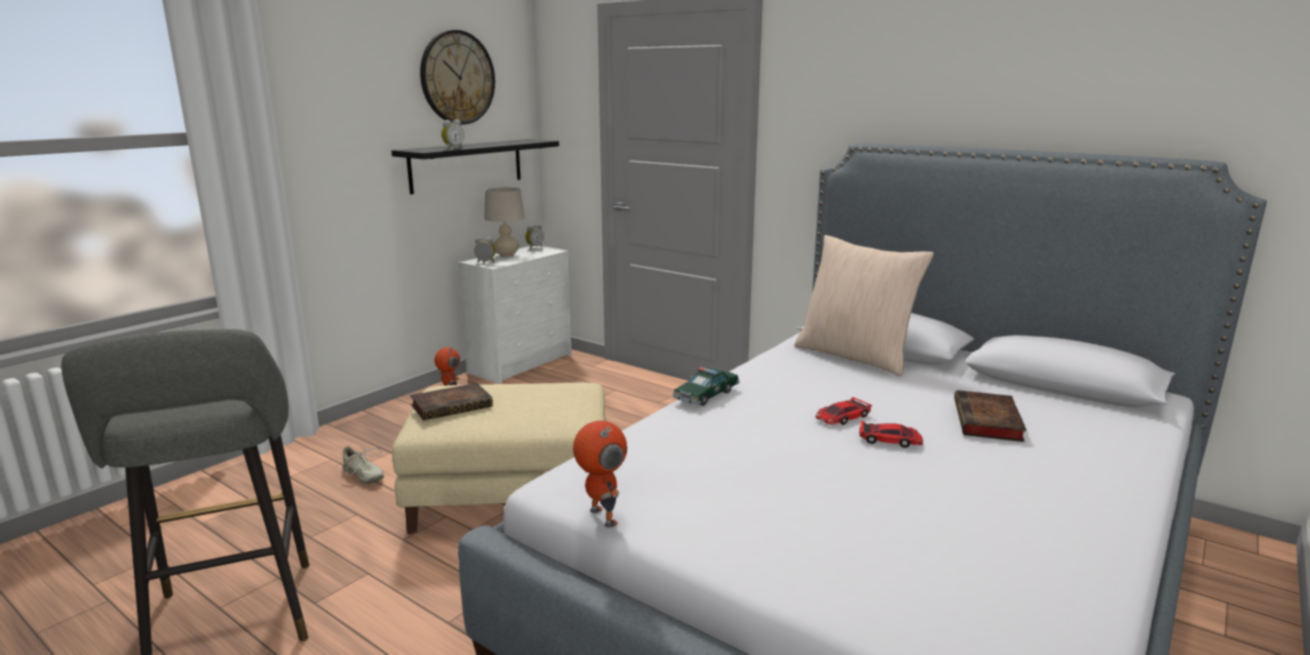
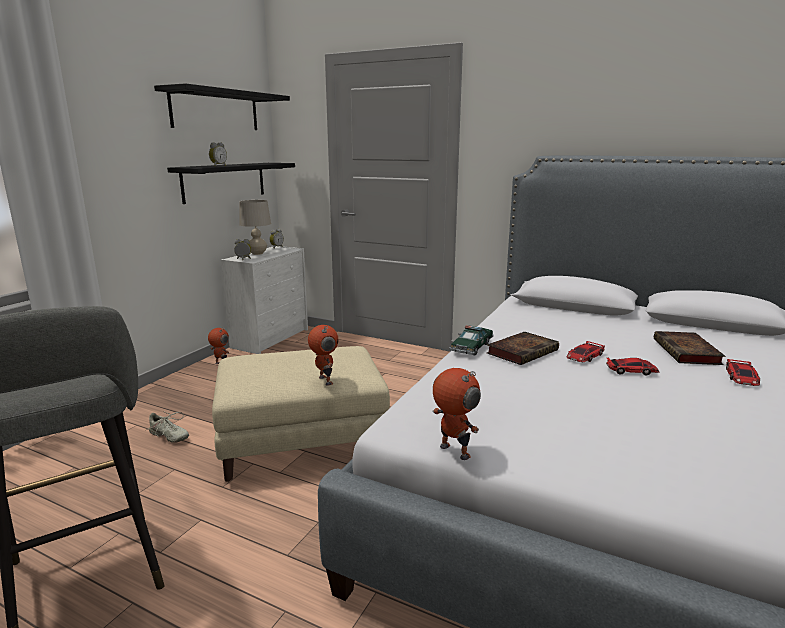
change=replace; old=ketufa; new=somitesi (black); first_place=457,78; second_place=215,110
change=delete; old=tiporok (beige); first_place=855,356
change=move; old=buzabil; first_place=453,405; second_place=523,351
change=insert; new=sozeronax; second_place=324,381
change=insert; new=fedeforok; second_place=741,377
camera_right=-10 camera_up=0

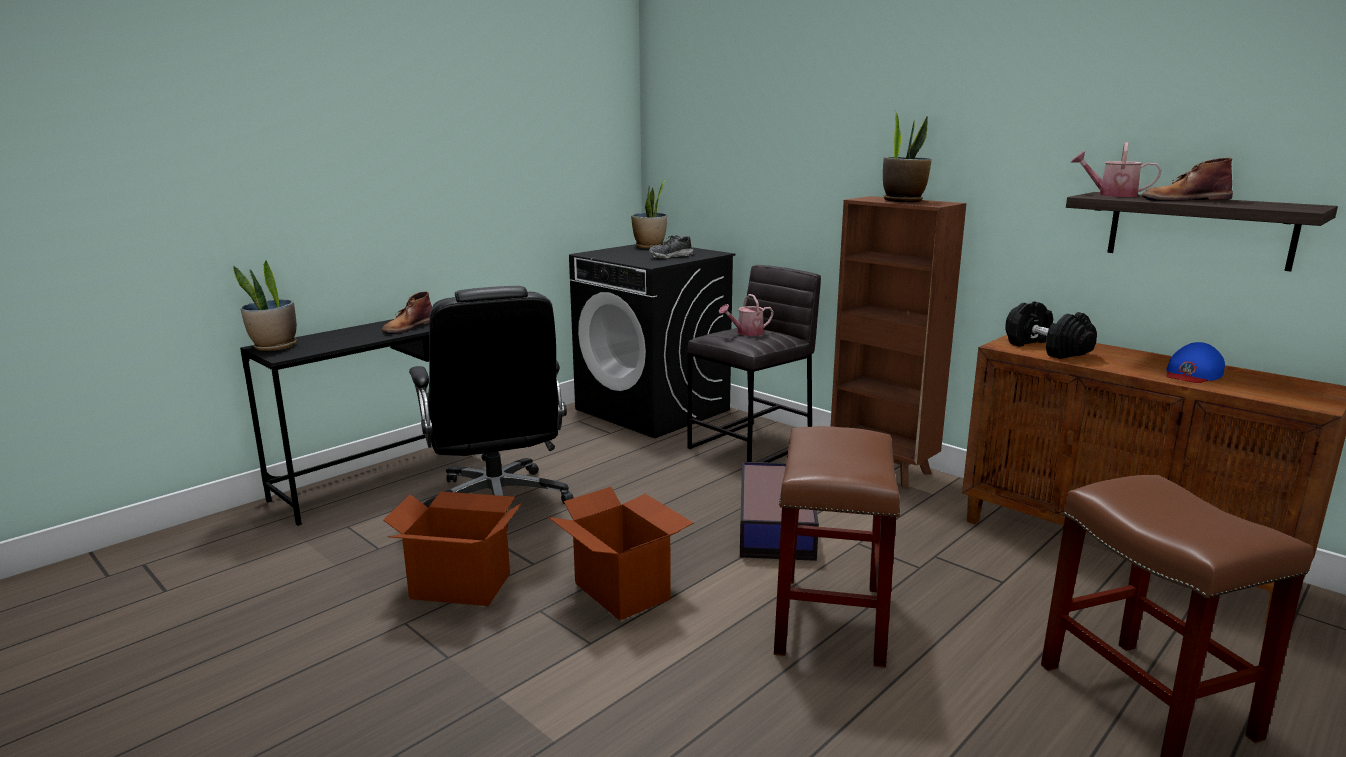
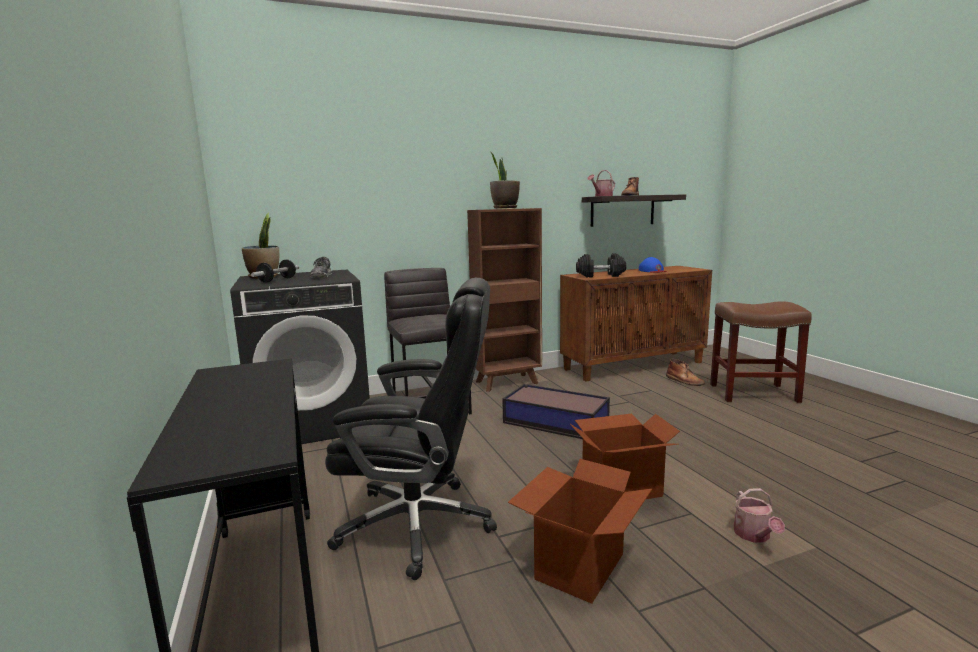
change=delete; old=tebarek; first_place=274,347
change=move; old=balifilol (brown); first_place=408,327; second_place=684,381
change=move; old=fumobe; first_place=746,333; second_place=754,536
change=delete; old=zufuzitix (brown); first_place=831,620
change=insert; new=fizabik; second_place=277,280
camera_right=-65 camera_up=-5

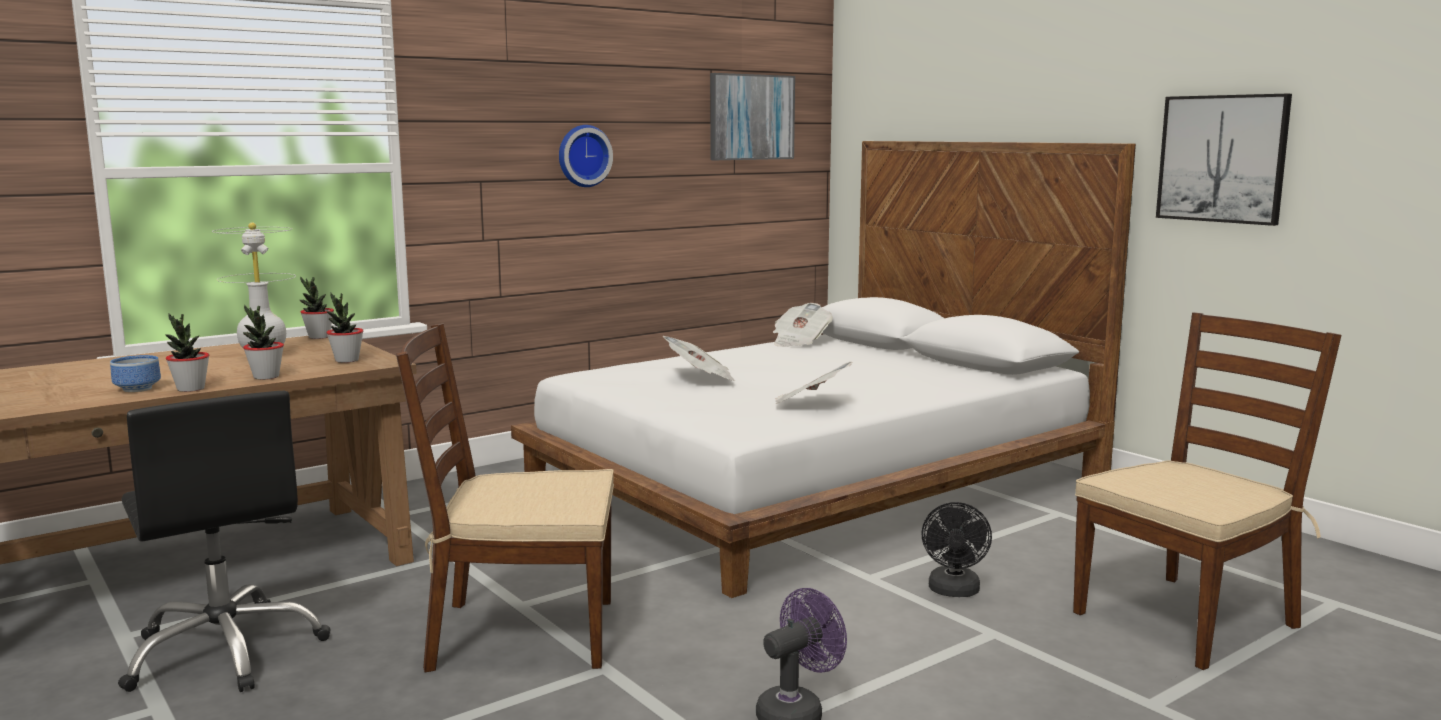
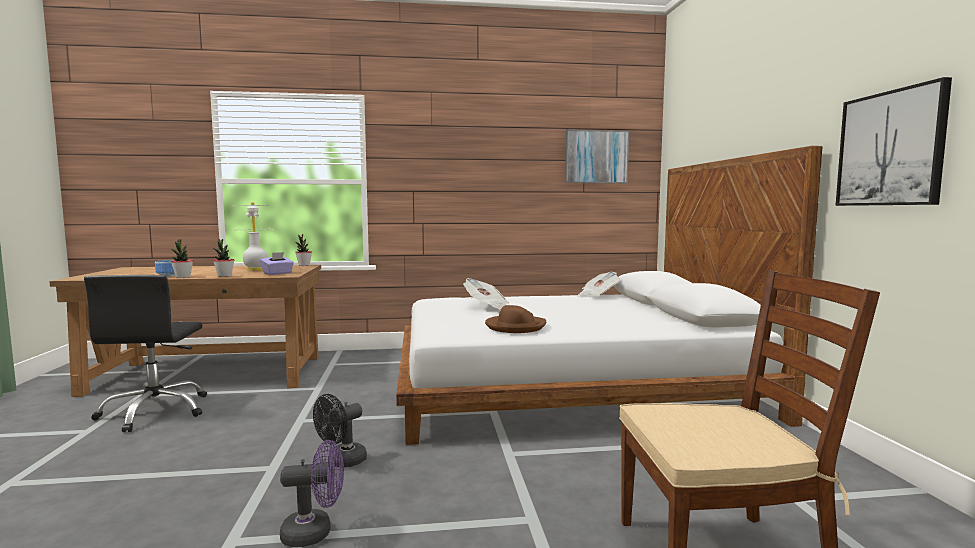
change=delete; old=ketufa; first_place=583,156
change=replace; old=tebarek; new=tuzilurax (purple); first_place=346,360; second_place=277,273
change=delete; old=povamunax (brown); first_place=521,634
change=replace; old=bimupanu; new=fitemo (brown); first_place=809,405; second_place=515,326
change=move; old=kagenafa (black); first_place=954,592; second_place=341,462
camera_right=30 camera_up=-5

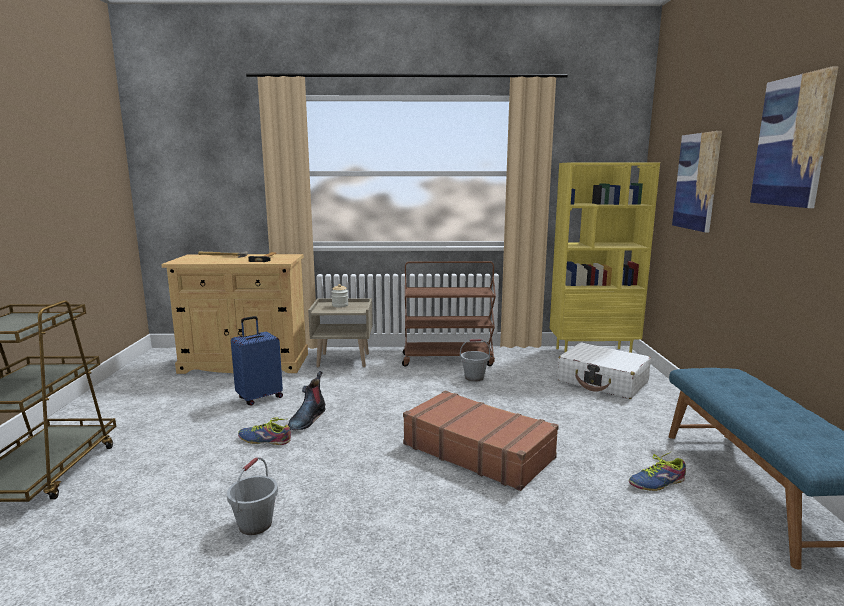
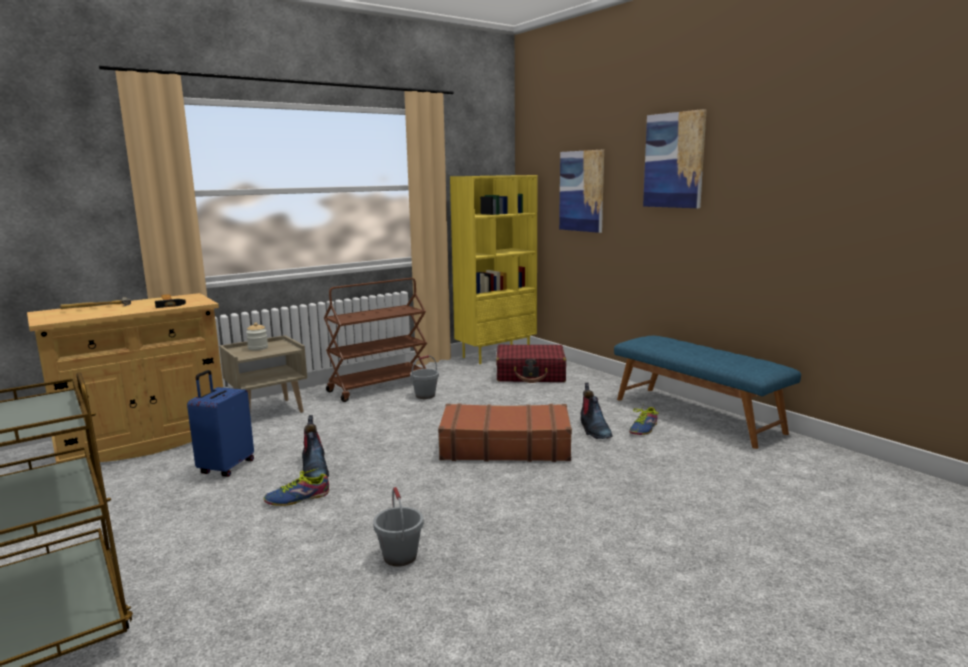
change=recolor; old=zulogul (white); new=zulogul (red); first_place=603,382; second_place=531,374
change=insert; new=balifilol; second_place=594,429
camera_right=-35 camera_up=0

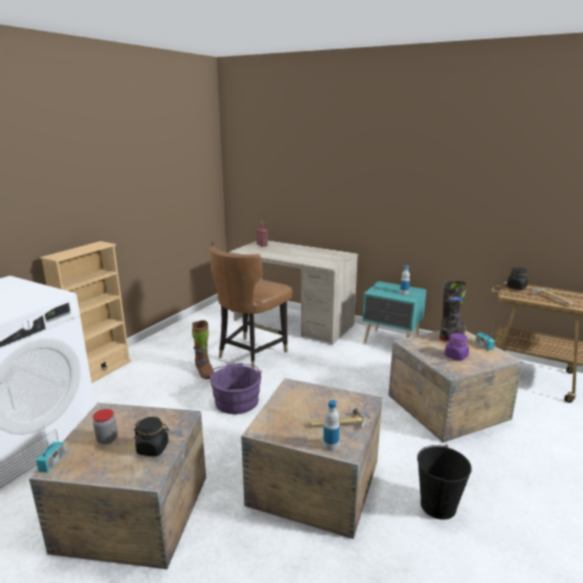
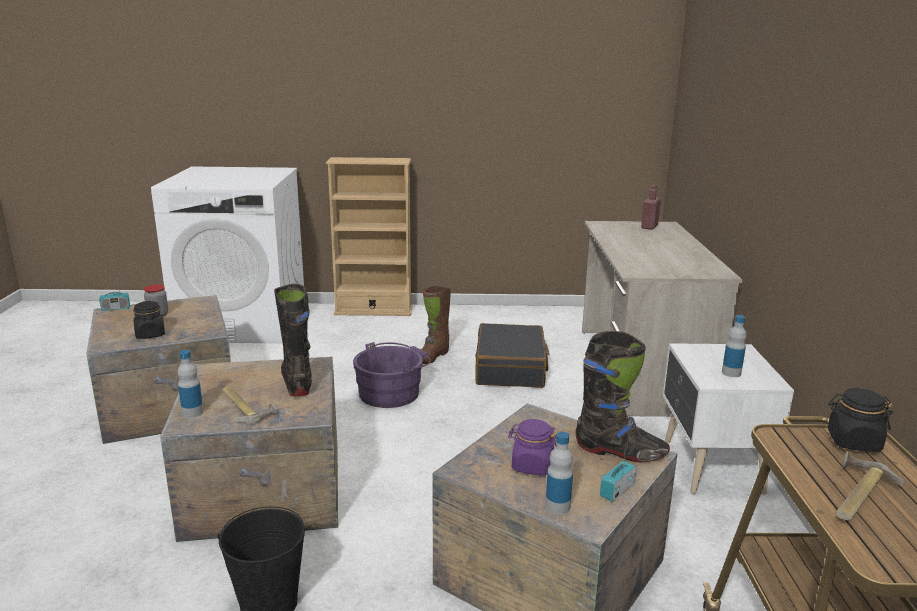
change=replace; old=povamunax (brown); new=zulogul (black); first_place=251,353; second_place=510,368
change=recolor; old=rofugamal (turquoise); new=rofugamal (white); first_place=391,342; second_place=710,467
change=insert; new=balifilol (black); second_place=297,383
change=insert; new=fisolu; second_place=557,506
camera_right=60 camera_up=0

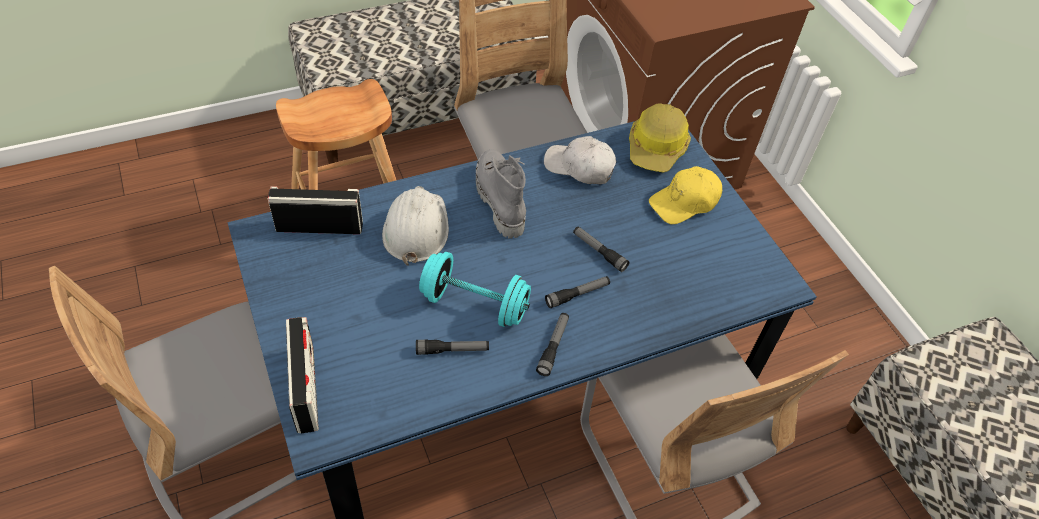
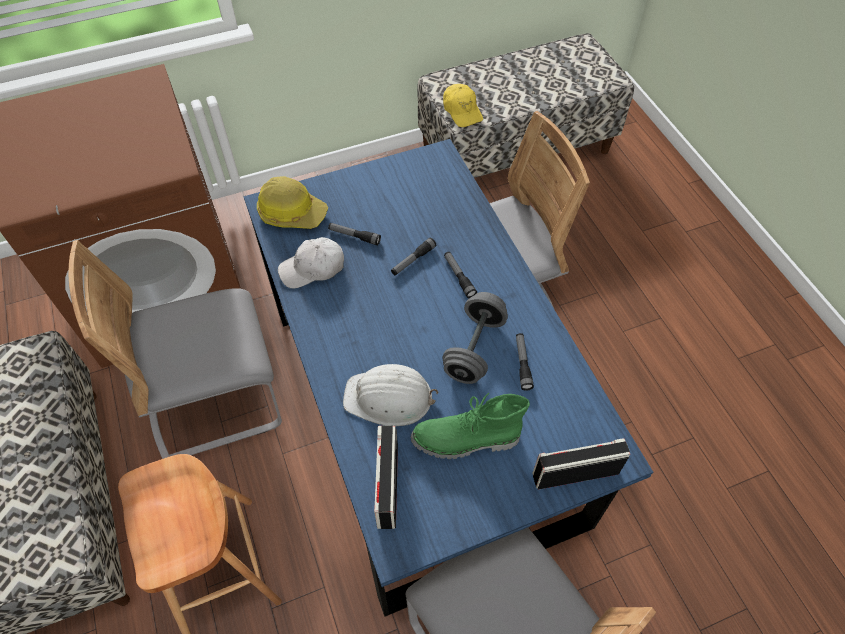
change=rotate; old=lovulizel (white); first_place=579,167; second_place=313,268; degrees=45
change=delete; old=balifilol (grey); first_place=498,200
change=move; old=lovulizel (yellow); first_place=685,202; second_place=462,111
change=recolor; old=fizabik (turquoise); new=fizabik (grey); first_place=474,304; second_place=474,348
change=move; old=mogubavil; first_place=553,347; second_place=354,236
change=insert; new=balifilol (green); second_place=465,441
camera_right=-85 camera_up=5

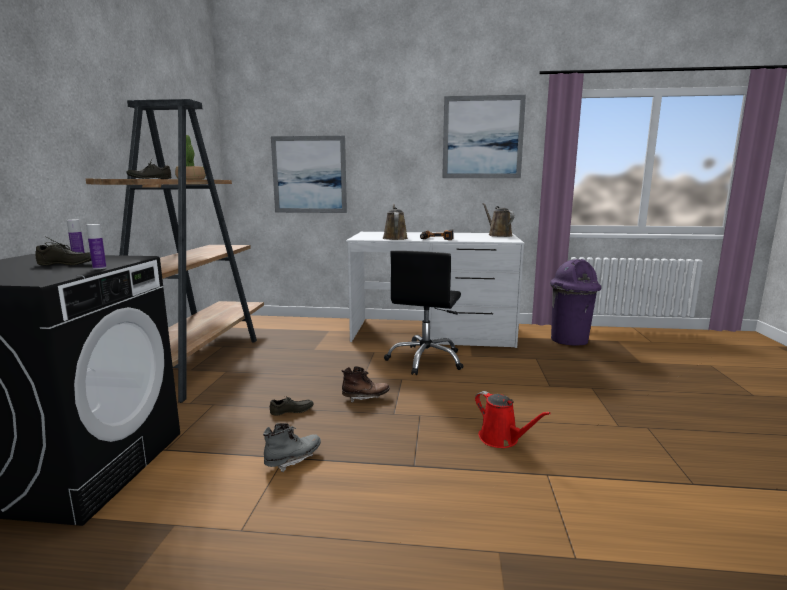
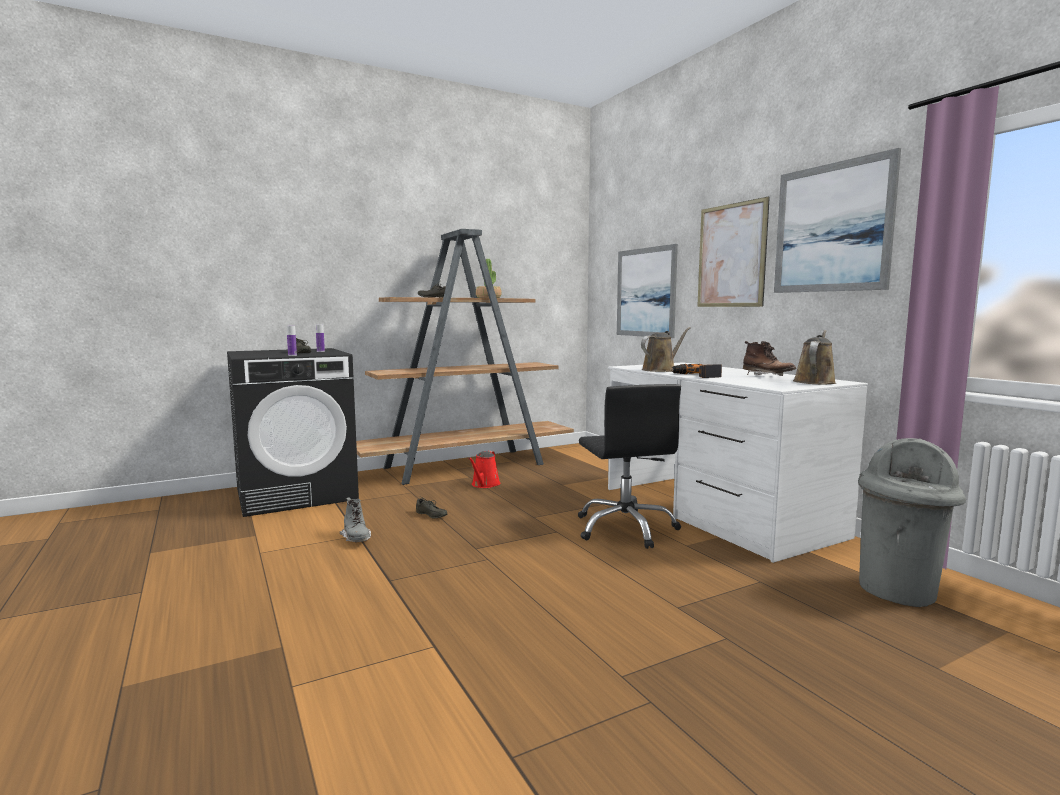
change=rotate; old=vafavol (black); first_place=425,360; second_place=625,528; degrees=-90
change=recolor; old=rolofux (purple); new=rolofux (grey); first_place=570,340; second_place=899,591
change=move; old=balifilol (brown); first_place=365,398; second_place=767,376
change=move; old=fumobe (red); first_place=501,439; second_place=484,485
change=rotate; old=balifilol (grey); first_place=293,460; second_place=356,539; degrees=45
change=insert; new=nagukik; second_place=731,255
camera_right=55 camera_up=-5

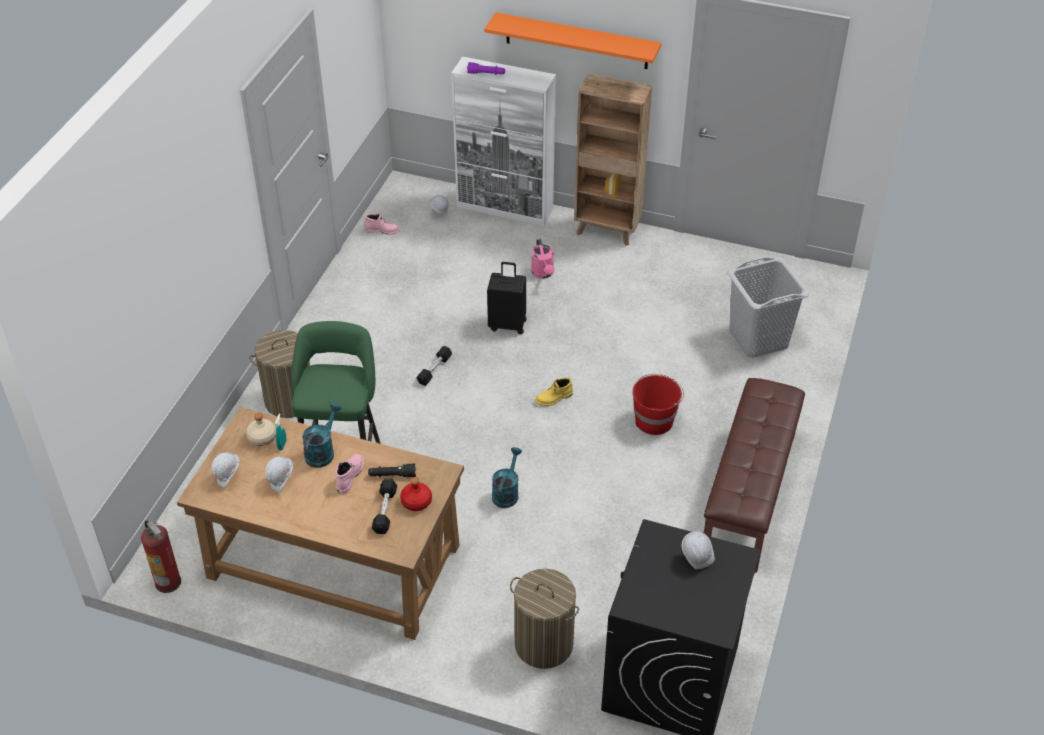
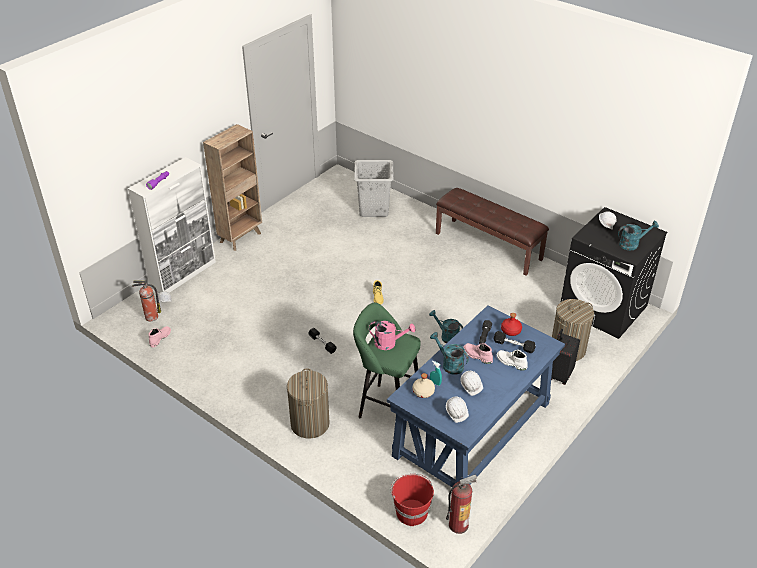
change=delete; old=somitesi (orange); first_place=576,41
change=move; old=fumobe (pink); first_place=543,274; second_place=389,343
change=move; old=zulogul (black); first_place=508,324; second_place=559,375
change=move; old=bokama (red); first_place=654,420; second_place=411,511
change=recolor; old=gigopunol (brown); new=gigopunol (blue); first_place=333,562; second_place=472,429
change=insert; new=fumobe (turquoise); second_place=632,244
change=insert; new=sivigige; second_place=150,317
change=insert; new=balifilol (white); second_place=511,362
camera_right=-70 camera_up=-5

